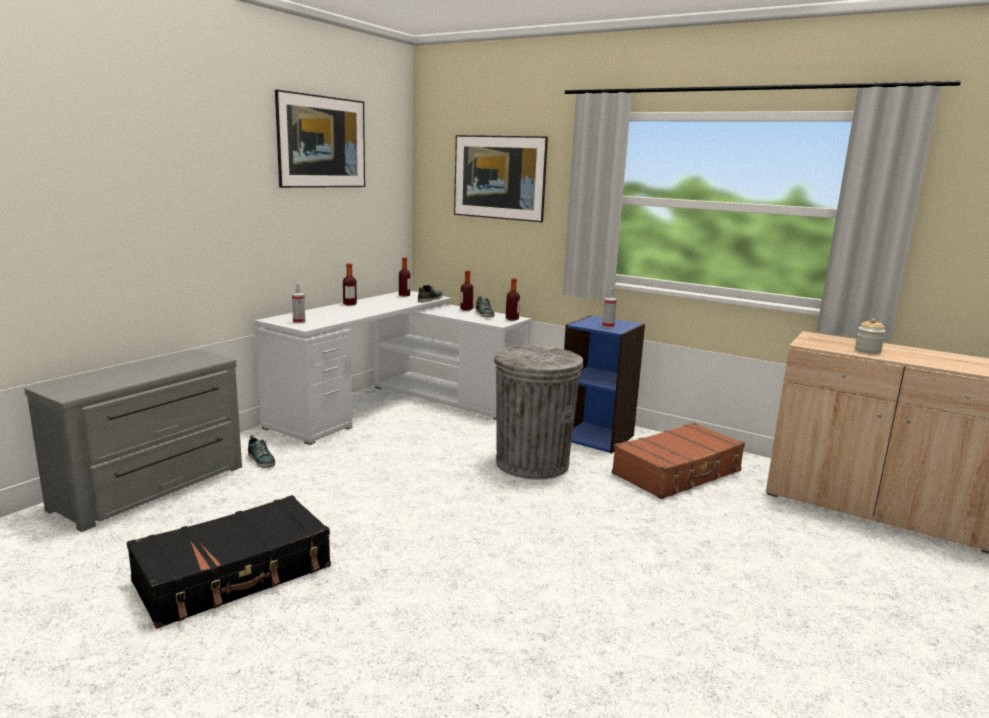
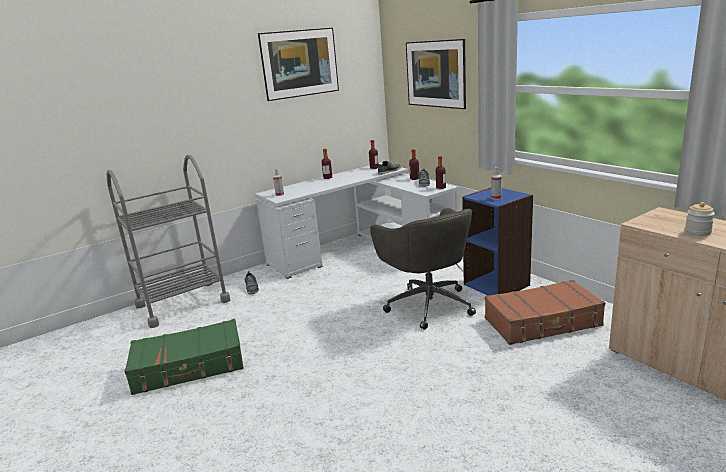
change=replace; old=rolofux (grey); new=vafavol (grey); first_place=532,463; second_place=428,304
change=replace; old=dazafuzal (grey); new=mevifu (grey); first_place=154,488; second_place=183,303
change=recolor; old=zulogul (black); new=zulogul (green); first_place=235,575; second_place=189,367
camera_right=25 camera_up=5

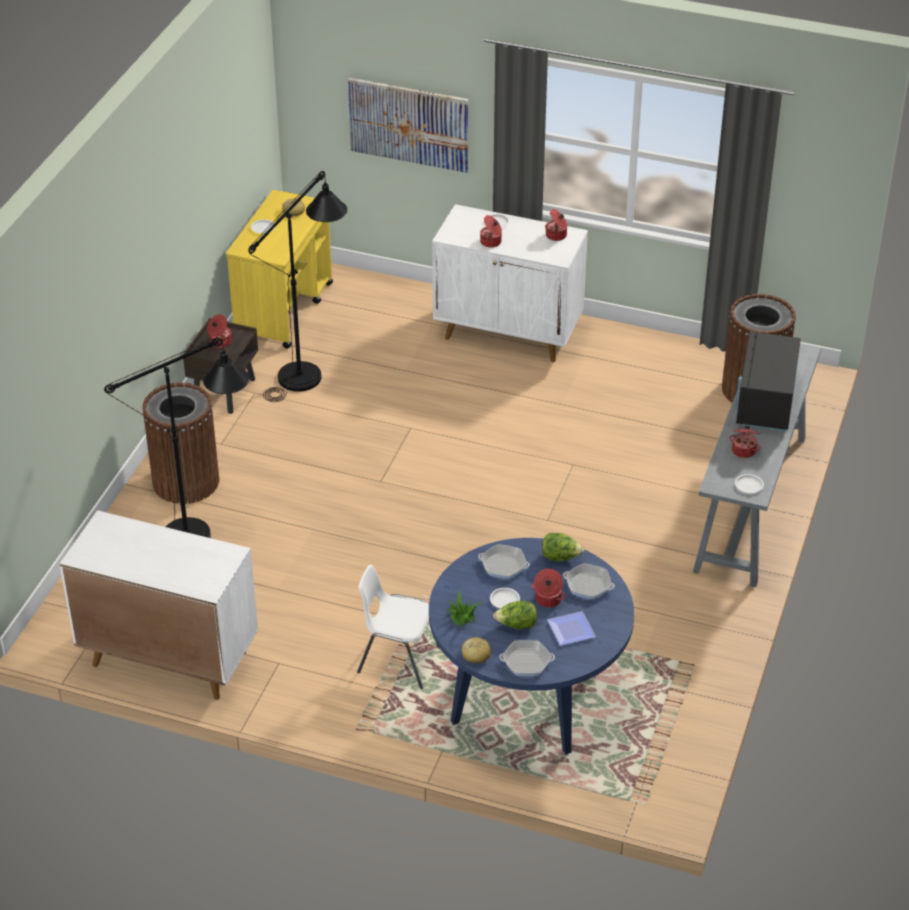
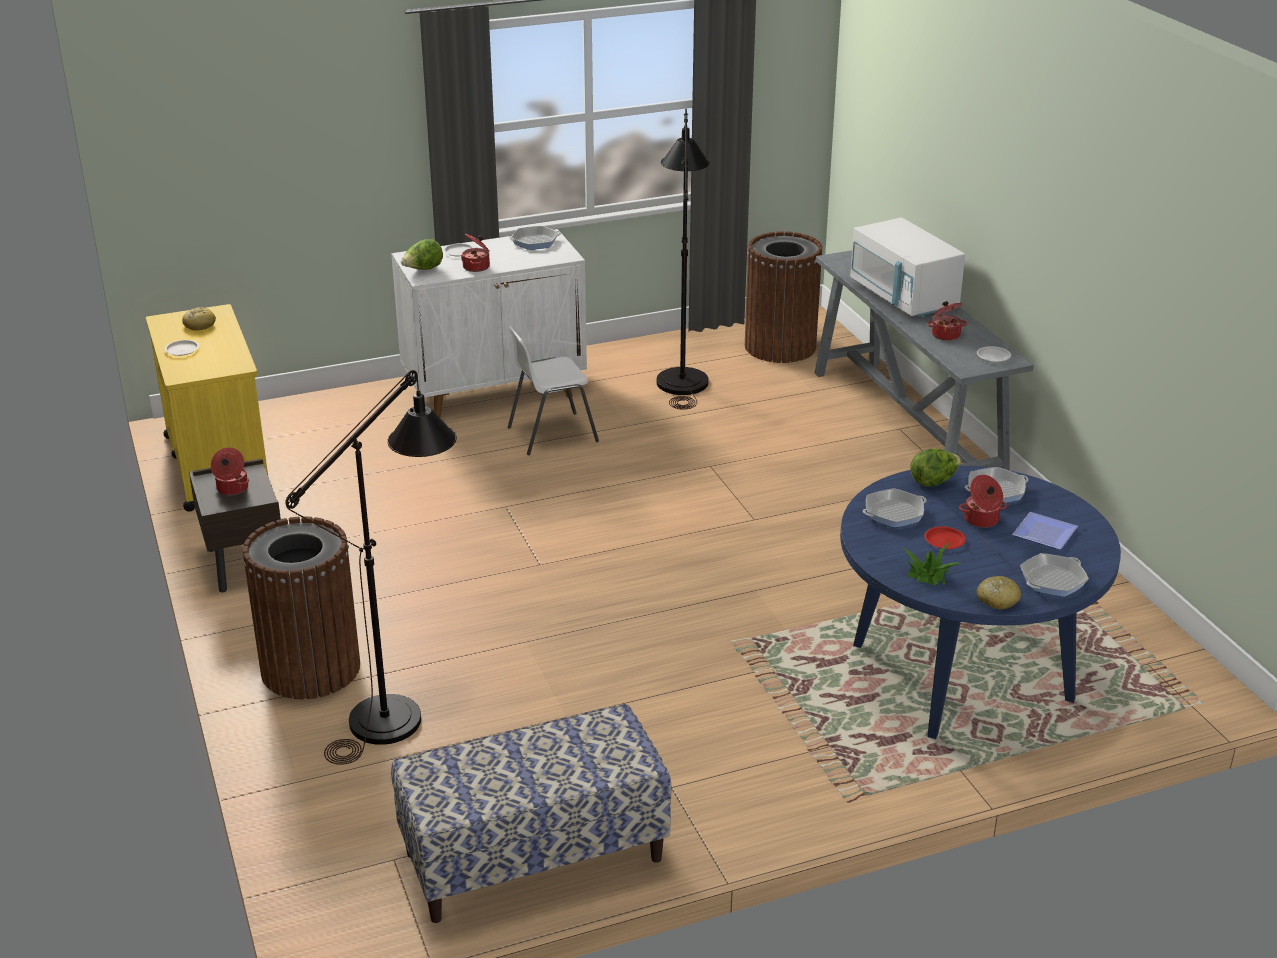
change=delete; old=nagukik; first_place=409,124
change=move; old=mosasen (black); first_place=308,371; second_place=682,375
change=replace; old=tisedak; new=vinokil; first_place=556,235; second_place=535,242
change=recolor; old=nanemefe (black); new=nanemefe (white); first_place=765,403; second_place=903,297
change=replace; old=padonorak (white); new=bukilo; first_place=168,658; second_place=533,857
change=move; old=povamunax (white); first_place=398,660; second_place=551,434
change=recolor; old=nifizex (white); new=nifizex (red); first_place=504,600; second_place=944,541
change=move; old=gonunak; first_place=516,625; second_place=423,270
camera_right=-40 camera_up=-10

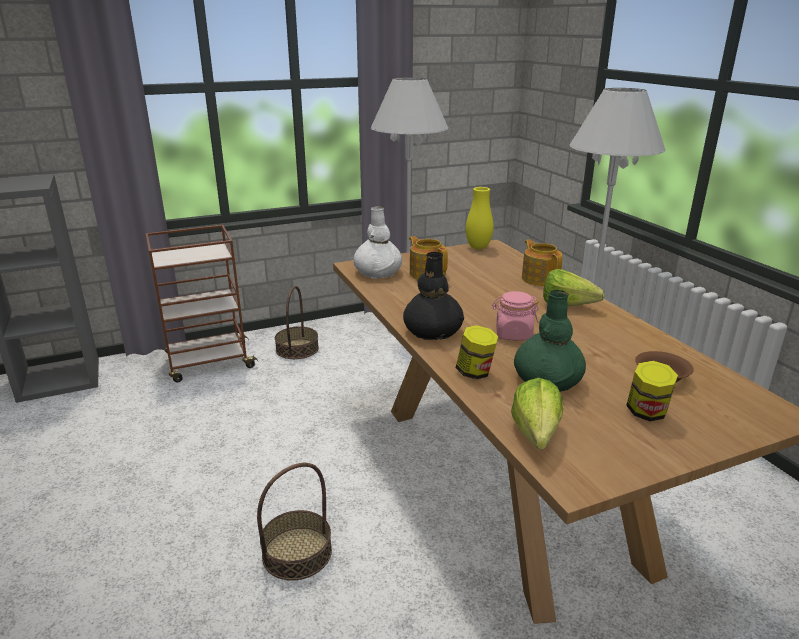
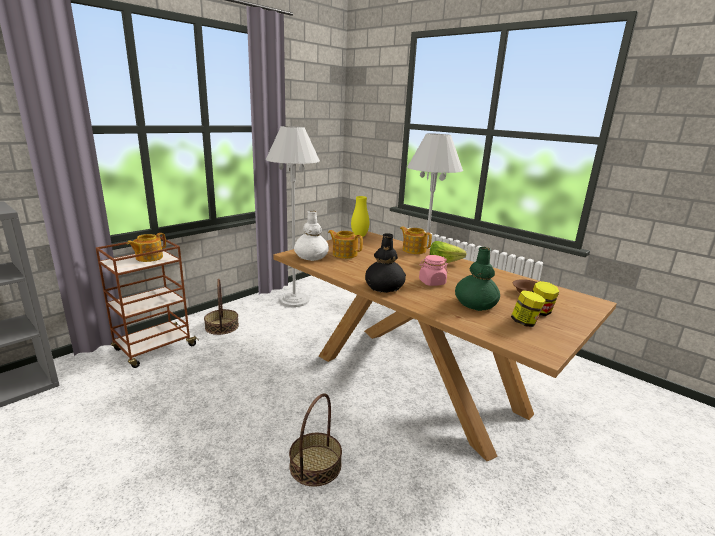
change=move; old=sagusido; first_place=475,372; second_place=525,323
change=delete; old=gonunak; first_place=534,439
change=insert; new=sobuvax; second_place=148,258
camera_right=-25 camera_up=-5

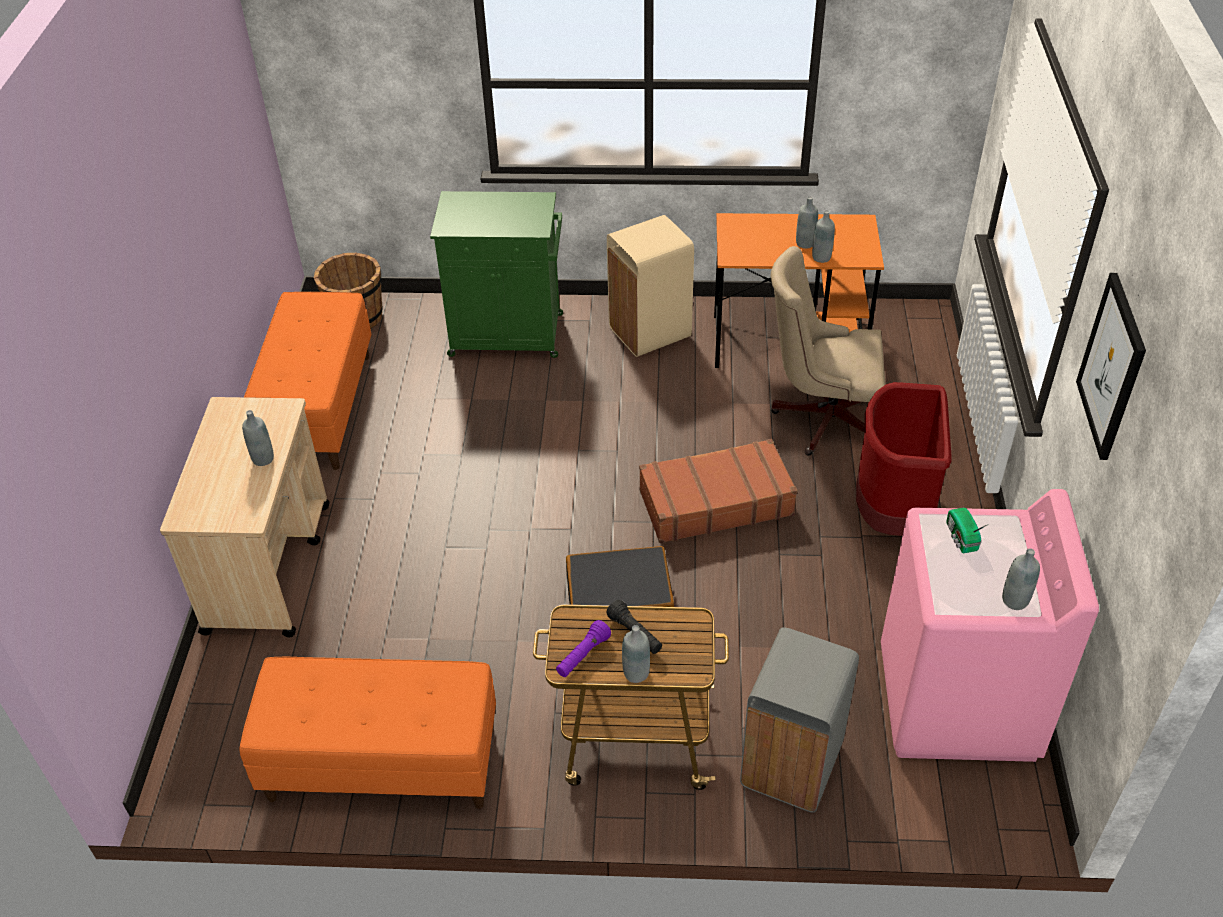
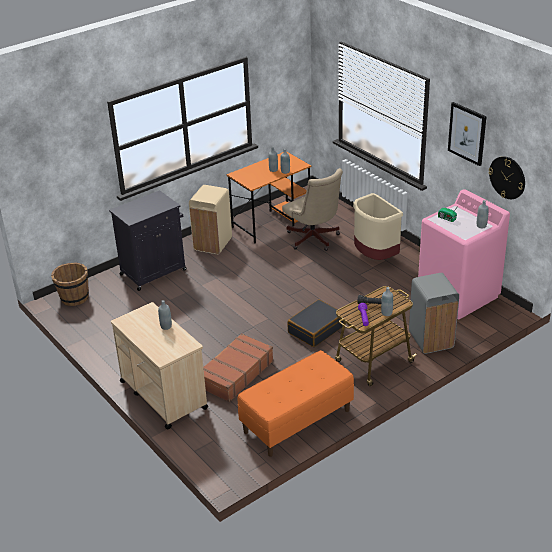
change=recolor; old=padonorak (green); new=padonorak (black); first_place=509,335; second_place=154,272
change=rotate; old=vafavol (beige); first_place=821,417; second_place=314,240; degrees=-90
change=delete; old=bukilo (orange); first_place=318,409
change=recolor; old=rolofux (red); new=rolofux (beige); first_place=893,514; second_place=375,256
change=move; old=zulogul (brown); first_place=715,502; second_place=235,374
change=insert; new=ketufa; second_place=507,177
camera_right=-40 camera_up=-10

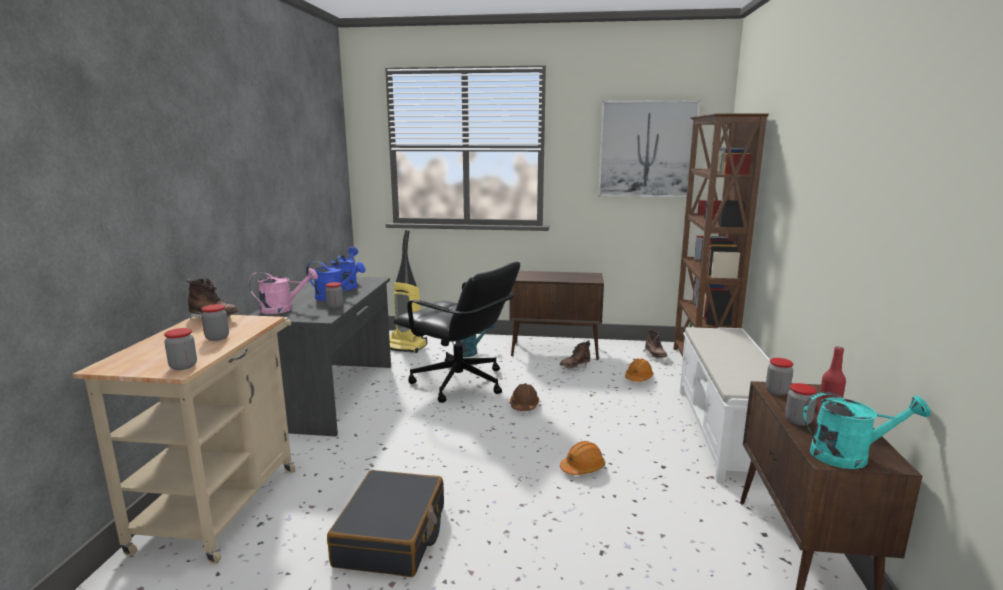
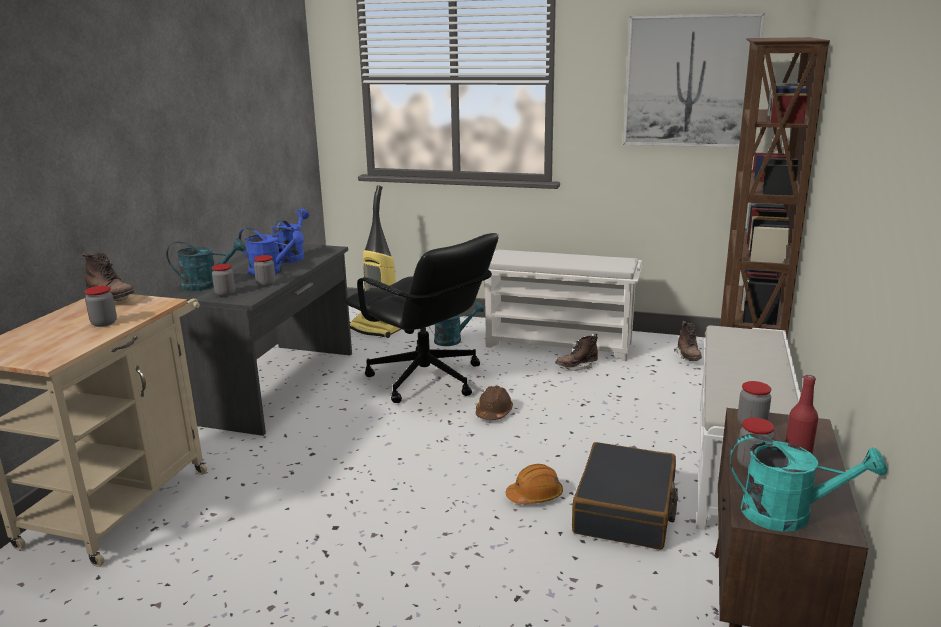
change=recolor; old=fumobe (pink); new=fumobe (turquoise); first_place=283,309; second_place=207,285
change=replace; old=padonorak (brown); new=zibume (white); first_place=555,351; second_place=560,344
change=move; old=sagusido; first_place=183,366; second_place=225,293
change=delete; old=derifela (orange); first_place=638,378
change=move; old=zulogul (black); first_place=392,536; second_place=625,510
camera_right=10 camera_up=5

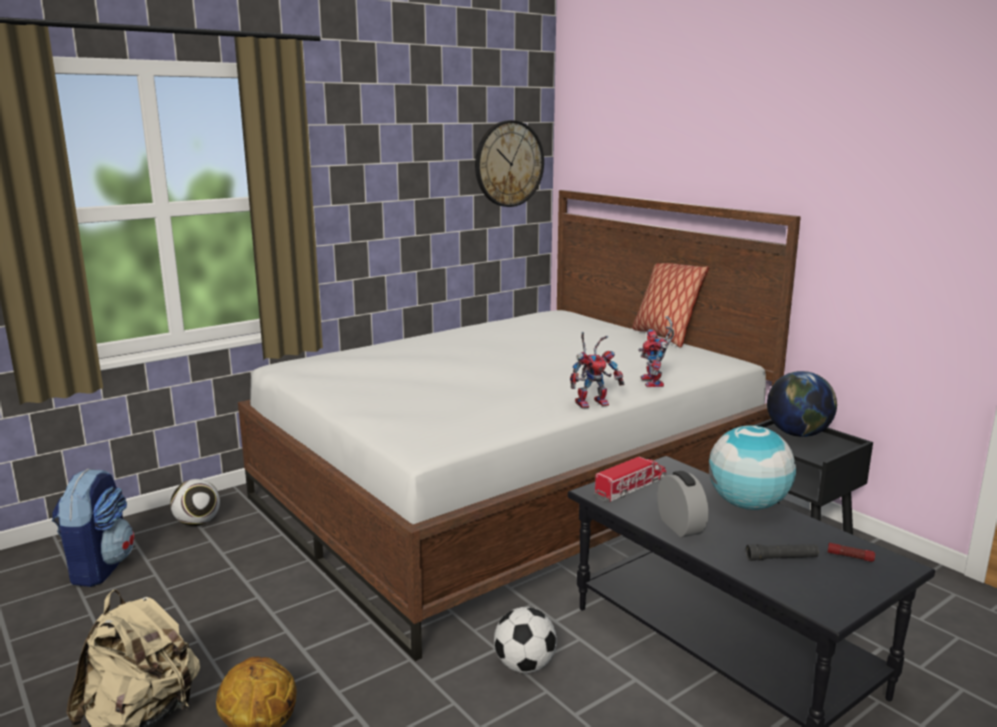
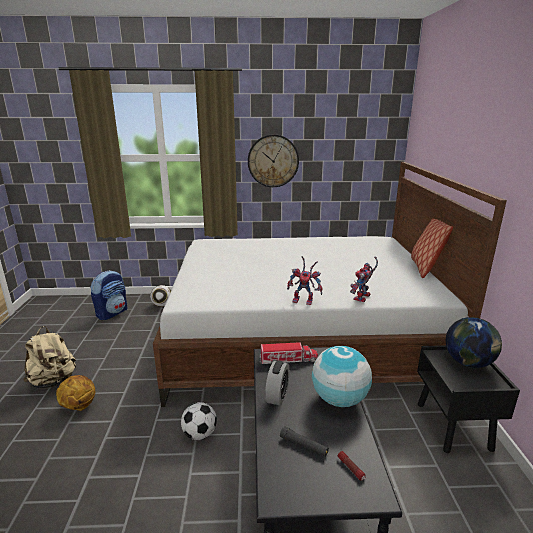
change=move; old=ketufa; first_place=509,164; second_place=273,161
camera_right=35 camera_up=5

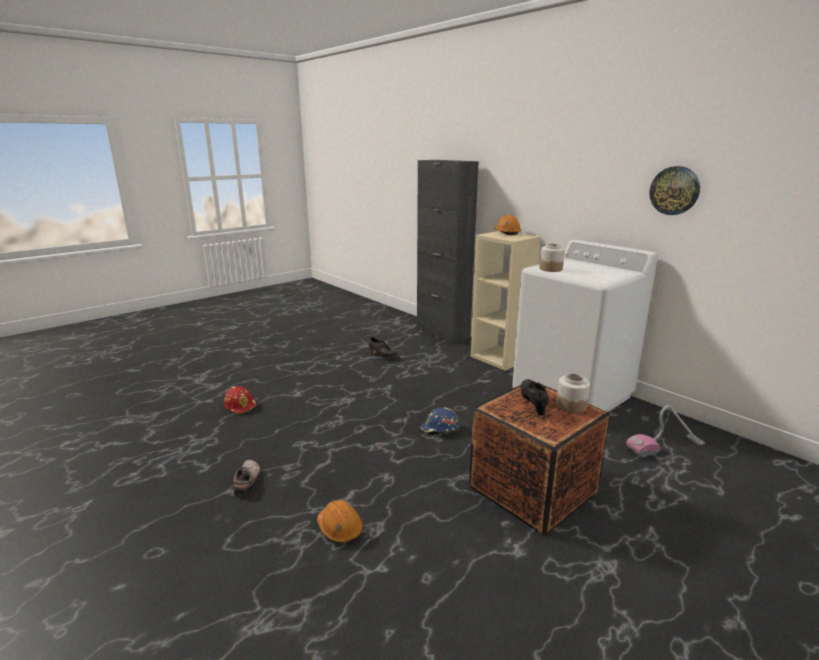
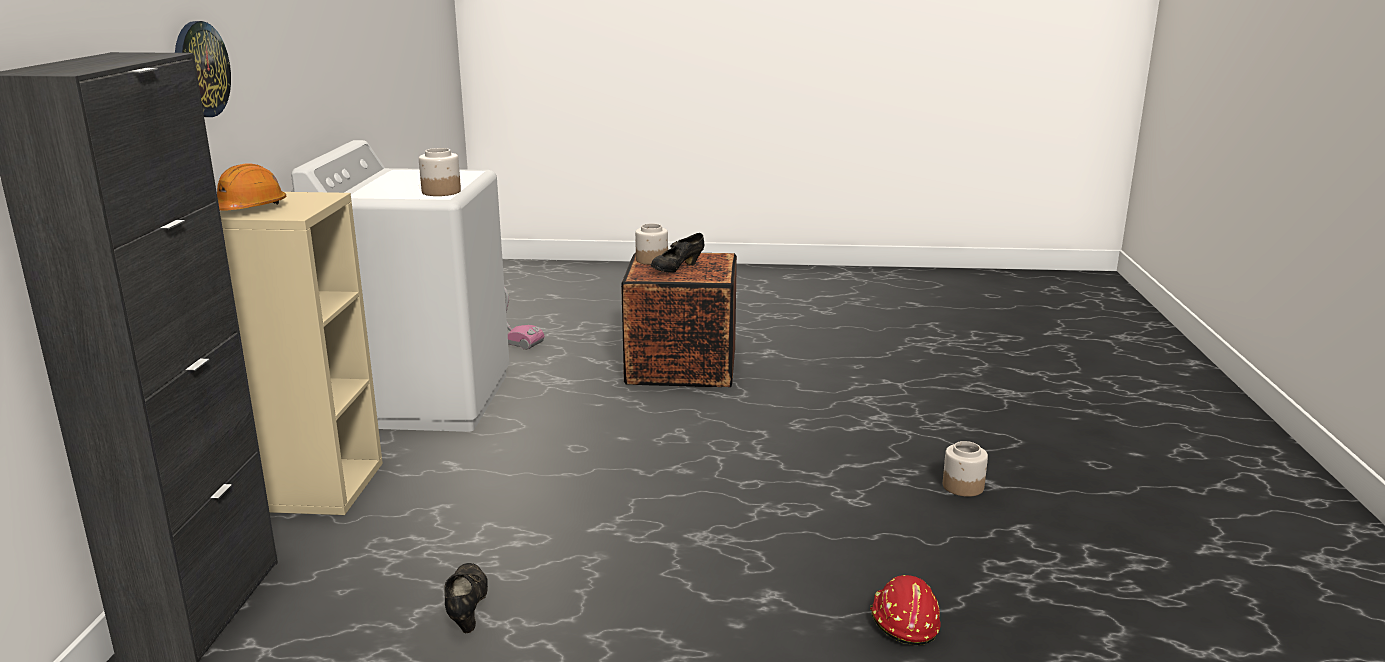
change=move; old=ketufa; first_place=674,190; second_place=200,69
change=delete; old=derifela (blue); first_place=440,429
change=replace; old=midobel; new=sagusido; first_place=248,480; second_place=963,486
change=delete; old=derifela (orange); first_place=340,528
camera_right=-135 camera_up=0

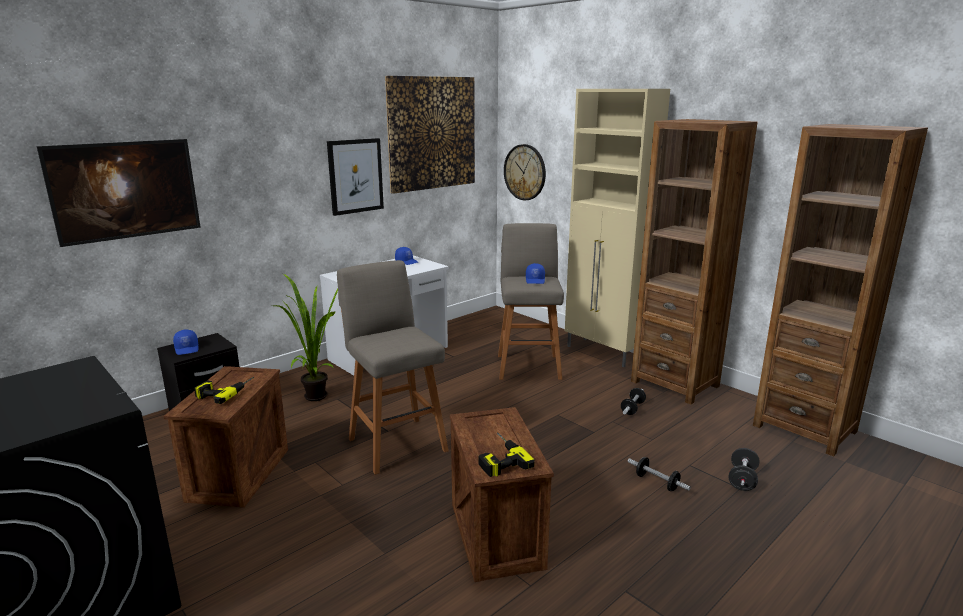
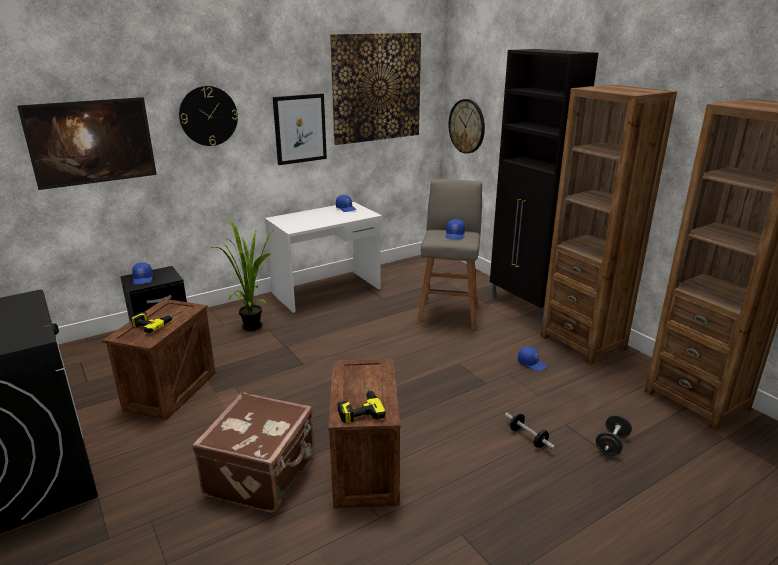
change=recolor; old=padonorak (beige); new=padonorak (black); first_place=603,353; second_place=524,305
change=delete; old=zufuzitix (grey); first_place=396,443
change=replace; old=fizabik; new=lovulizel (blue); first_place=632,408; second_place=532,363
change=insert; new=ketufa; second_place=208,116
change=insert; new=zulogul (brown); second_place=263,474
camera_right=10 camera_up=5

